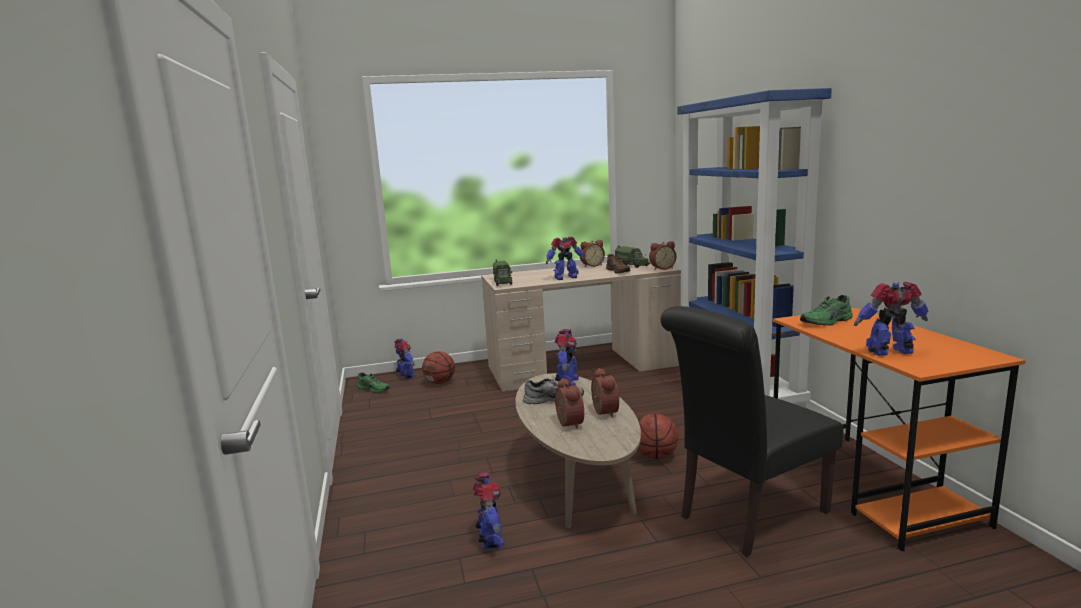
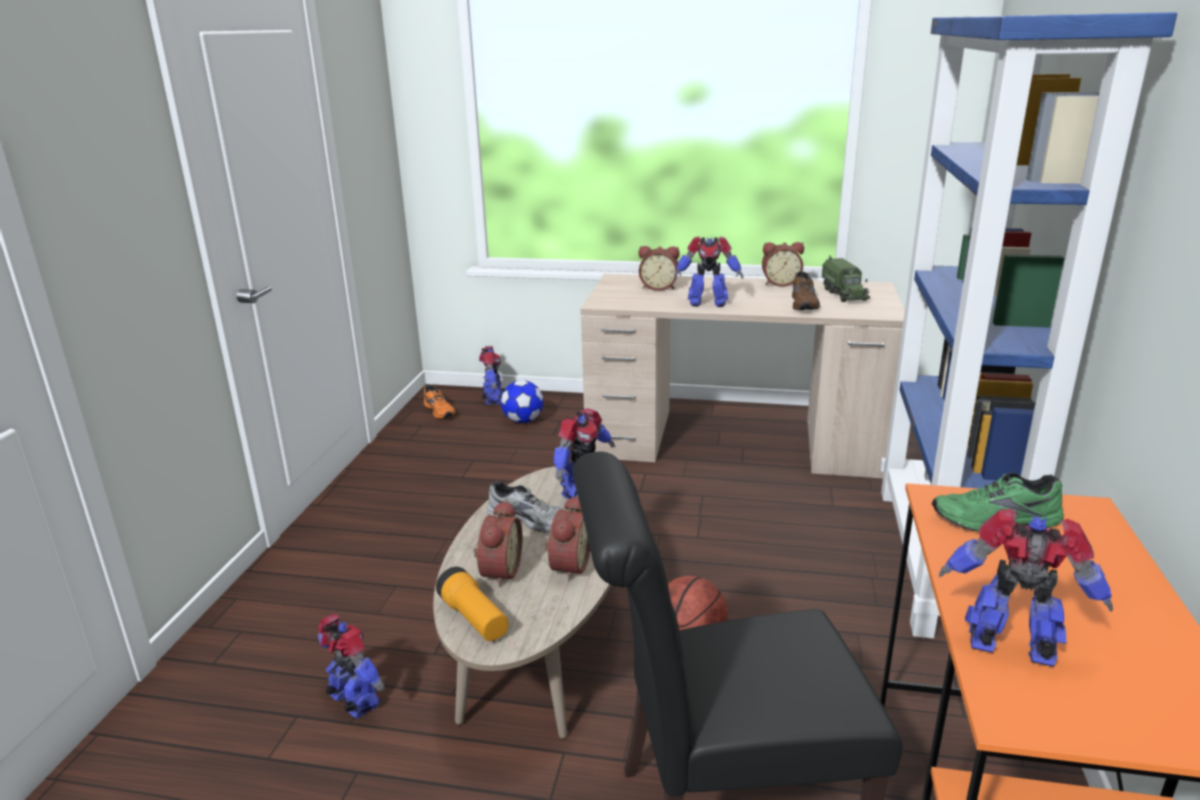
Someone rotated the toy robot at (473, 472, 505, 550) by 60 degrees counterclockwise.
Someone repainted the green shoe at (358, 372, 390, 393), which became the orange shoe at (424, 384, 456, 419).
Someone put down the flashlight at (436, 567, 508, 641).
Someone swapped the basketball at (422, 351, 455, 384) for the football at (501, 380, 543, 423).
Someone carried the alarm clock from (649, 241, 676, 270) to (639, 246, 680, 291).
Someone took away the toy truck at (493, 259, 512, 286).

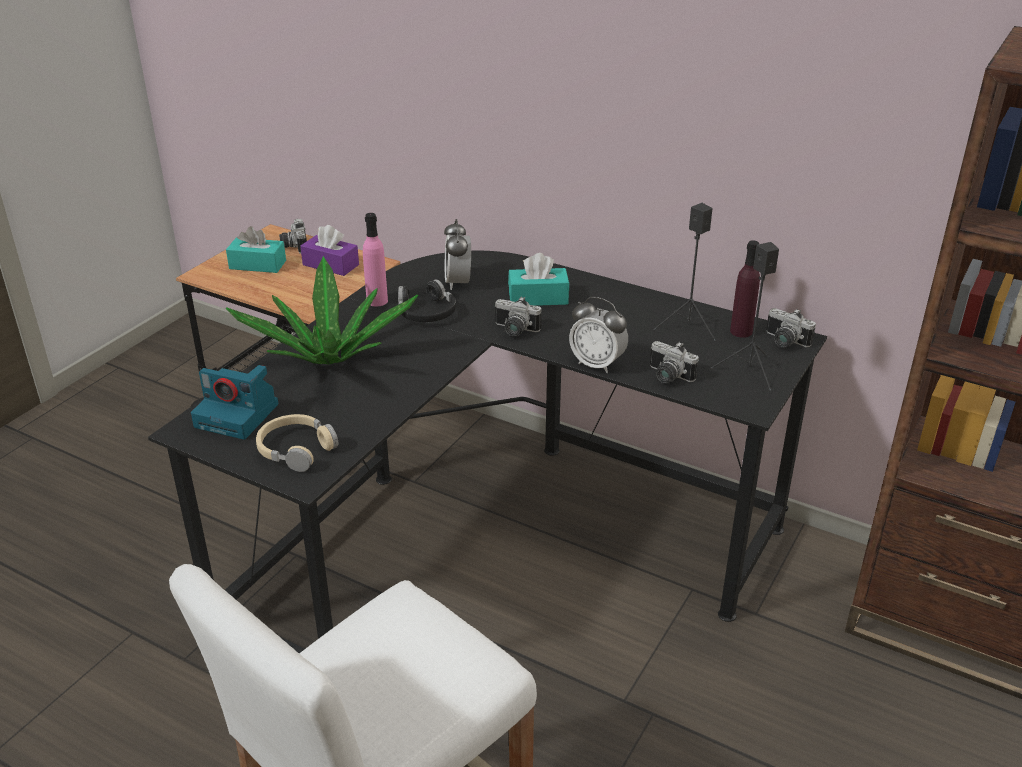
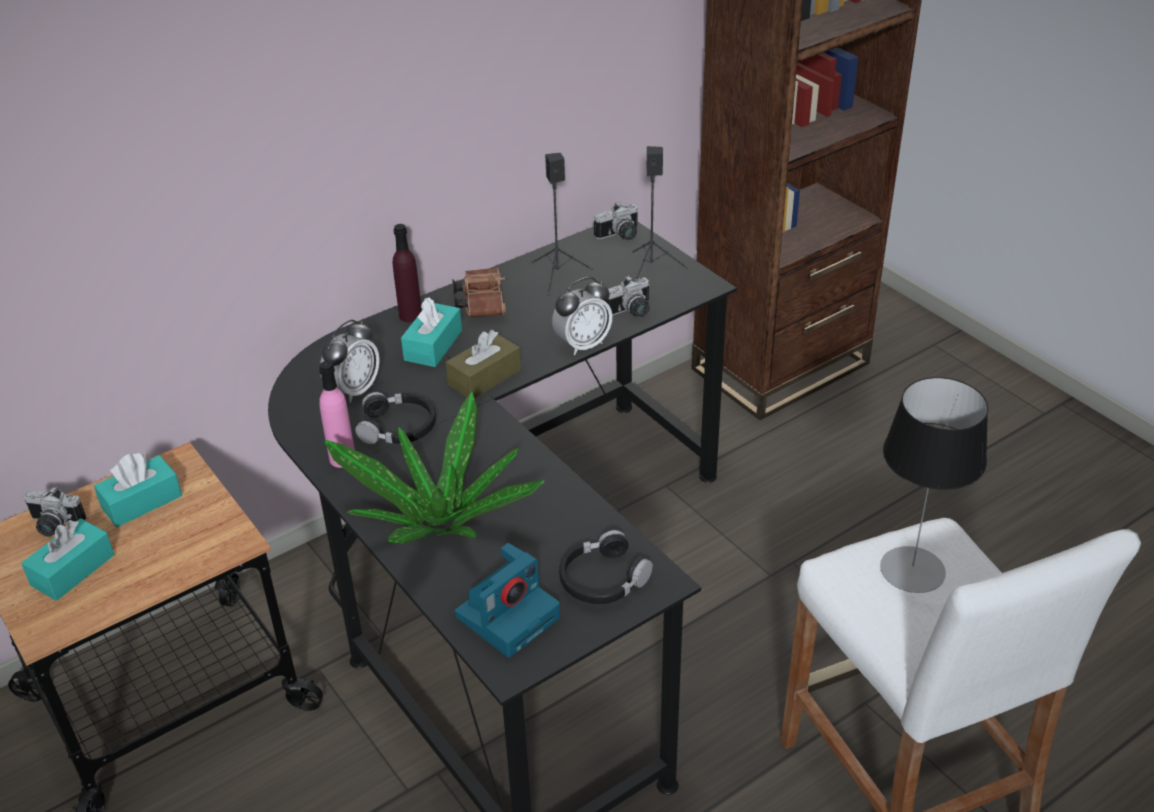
Someone repainted the purple tissue box at (300, 225, 359, 276), which became the turquoise tissue box at (94, 453, 182, 527).
Someone rotated the alarm clock at (444, 219, 471, 290) by 75 degrees counterclockwise.
Someone carried the purple bottle from (730, 240, 760, 338) to (393, 224, 422, 322).
Someone swapped the photo camera at (495, 296, 542, 336) for the brown tissue box at (446, 330, 521, 398).
Someone put down the brown binoculars at (452, 267, 506, 317).
Someone repainted the beige headphones at (256, 414, 338, 472), which became the black headphones at (559, 530, 653, 604).
Someone put down the table lamp at (880, 377, 988, 593).

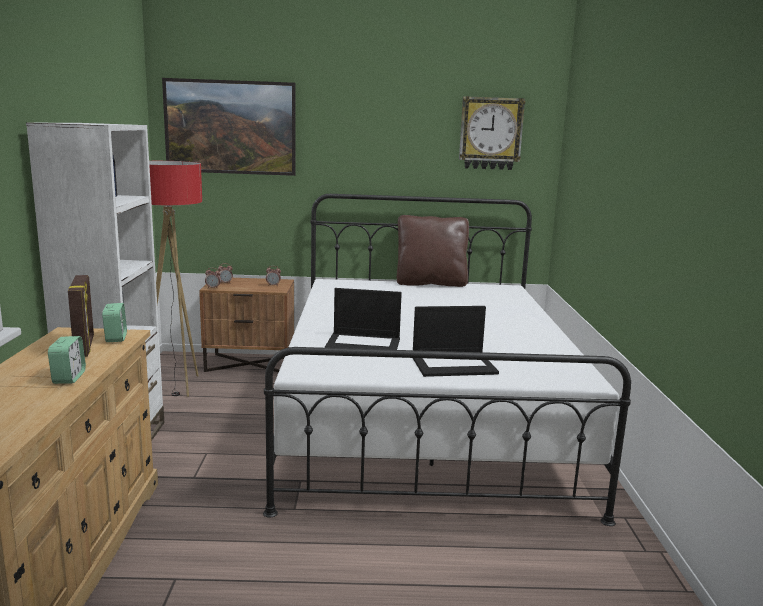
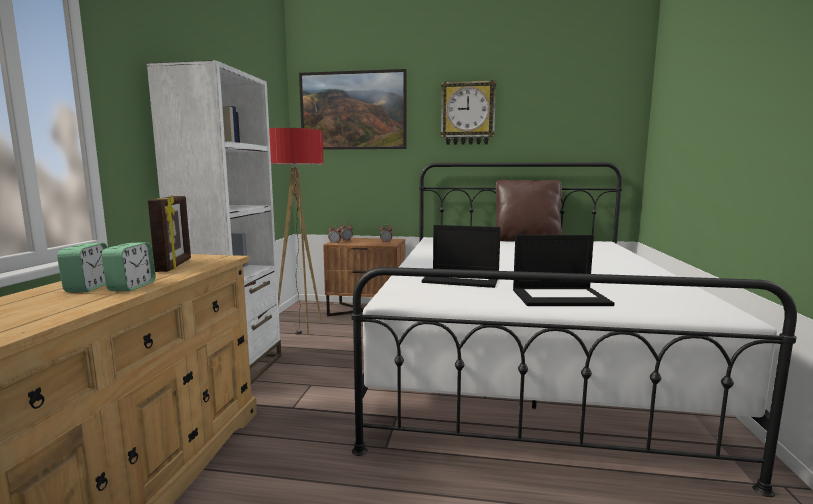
Someone carried the alarm clock from (102, 303, 127, 342) to (57, 243, 108, 292).
Someone carried the wall clock from (459, 96, 526, 170) to (441, 80, 496, 145).

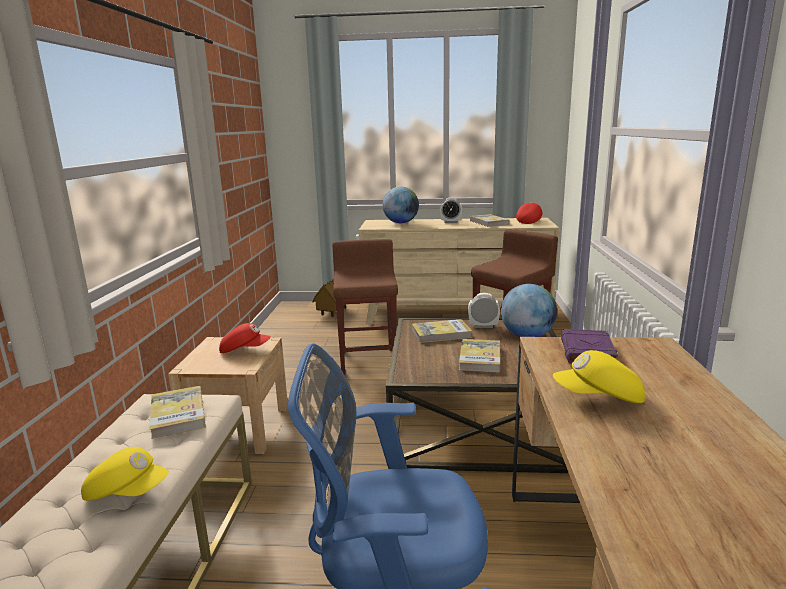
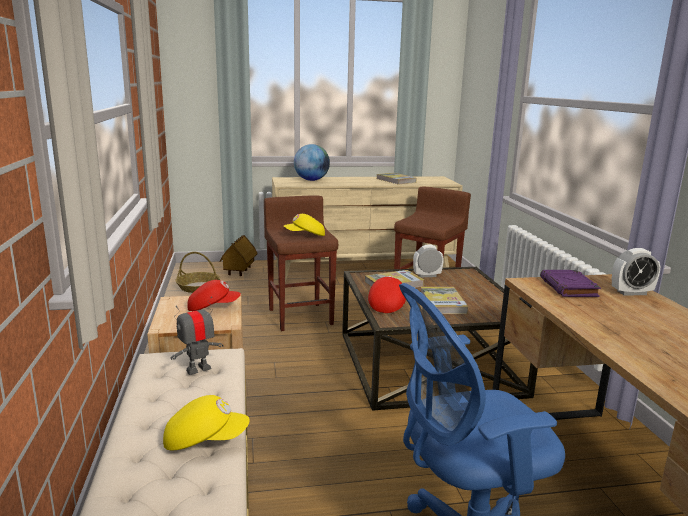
Someone swapped the book at (150, 386, 206, 439) for the toy robot at (171, 297, 224, 375).
Someone put down the basket at (175, 252, 220, 293).
Someone carried the yellow cap from (553, 350, 645, 403) to (284, 214, 325, 236).
Someone carried the red cap from (516, 202, 543, 224) to (368, 276, 406, 313).
Someone carried the alarm clock from (440, 198, 462, 223) to (612, 248, 660, 295).
Someone took away the globe at (501, 284, 557, 337).

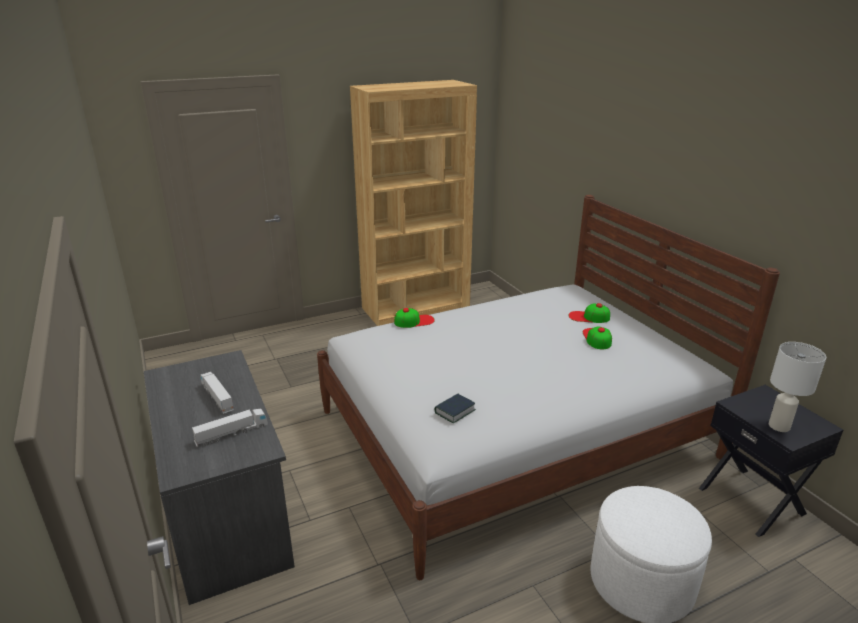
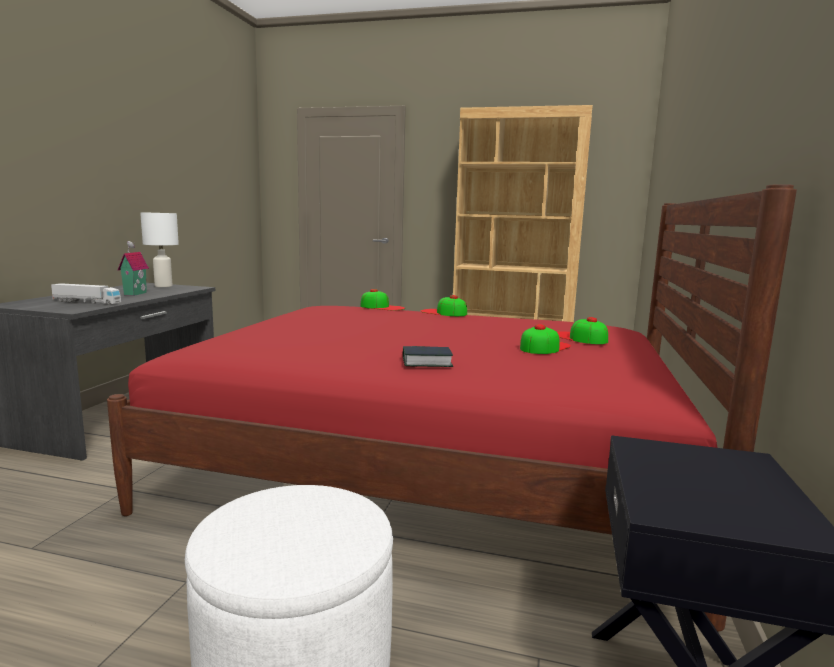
Someone repainted the white bed at (317, 195, 780, 580), which became the red bed at (107, 184, 797, 632).
Someone swapped the toy truck at (200, 372, 234, 414) for the toy house at (118, 241, 149, 296).
Someone carried the white table lamp from (769, 342, 826, 432) to (140, 212, 179, 287).
Someone carried the book from (435, 394, 476, 423) to (403, 346, 453, 367).
Someone put down the cap at (421, 295, 467, 316).

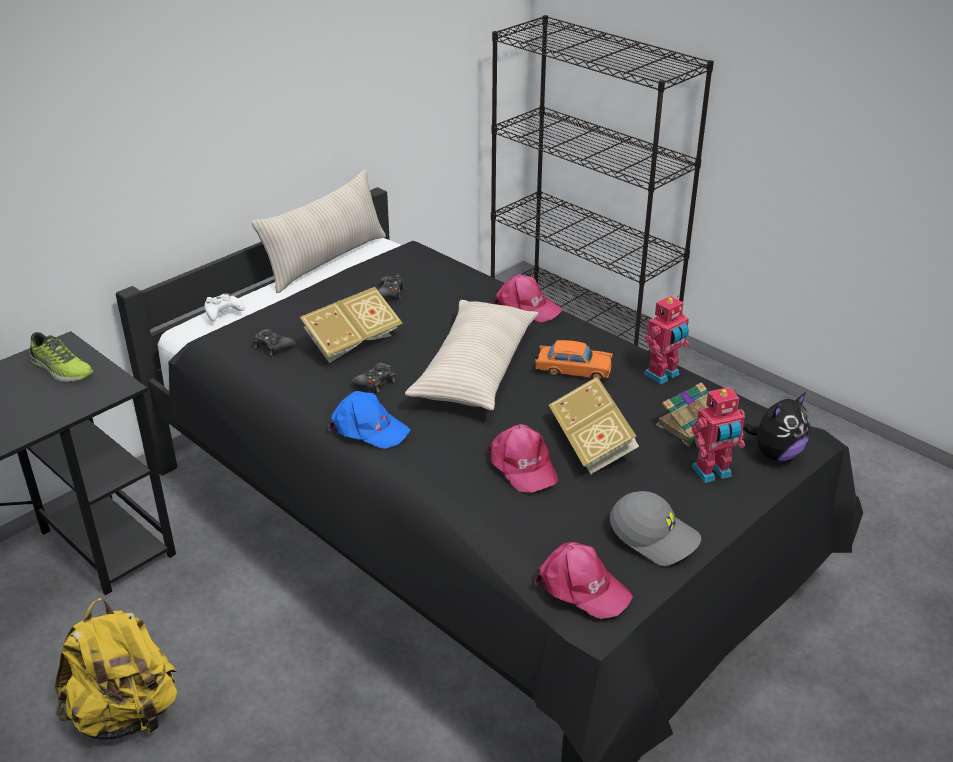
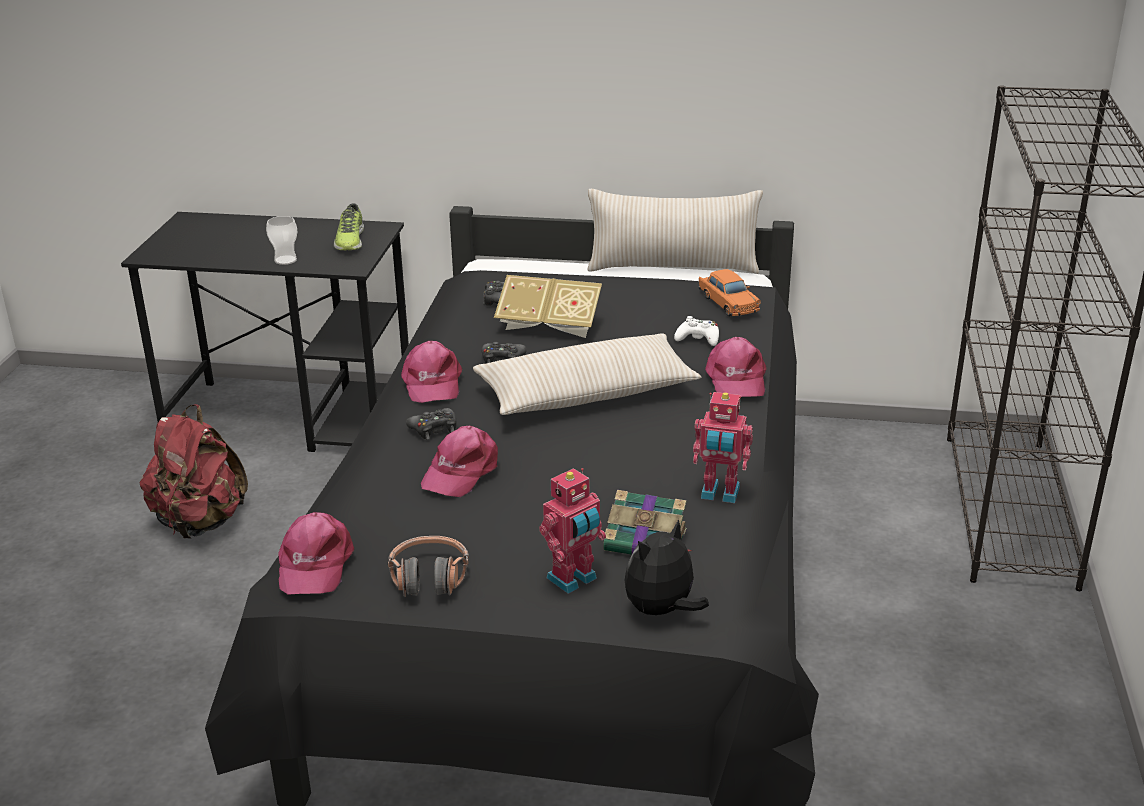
Someone repainted the yellow backpack at (55, 598, 177, 739), which became the red backpack at (139, 404, 248, 539).
Someone put down the cup at (266, 216, 297, 265).
Someone swapped the grey cap at (610, 491, 701, 566) for the headphones at (388, 536, 469, 597).
Someone repainted the blue cap at (328, 391, 411, 449), which became the pink cap at (401, 341, 462, 403).
Someone carried the black game controller from (378, 275, 405, 300) to (406, 408, 456, 439).
Someone rotated the toy robot at (692, 387, 745, 483) by 75 degrees counterclockwise.
Someone rotated the plush toy at (743, 392, 810, 461) by 120 degrees clockwise.
Someone carried the white game controller from (204, 293, 245, 321) to (674, 316, 719, 346).
Someone carried the orange toy car from (535, 340, 613, 381) to (698, 269, 761, 317).
Someone took away the book at (549, 377, 639, 474).

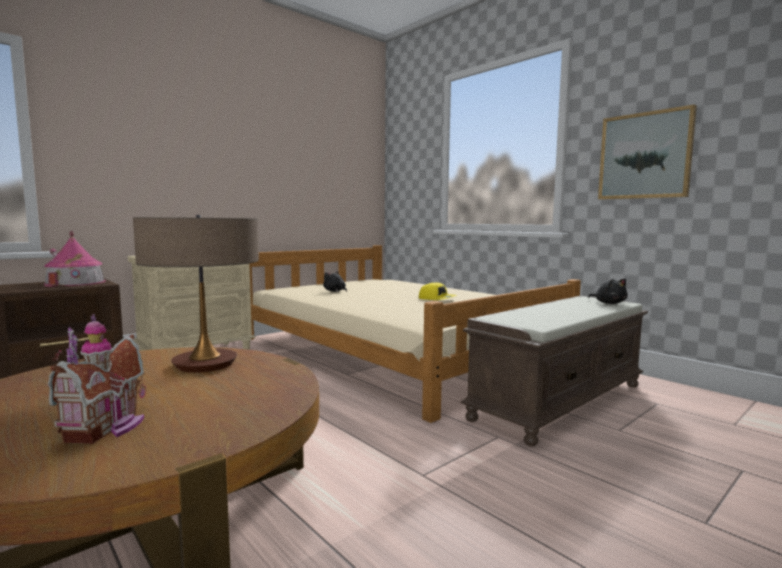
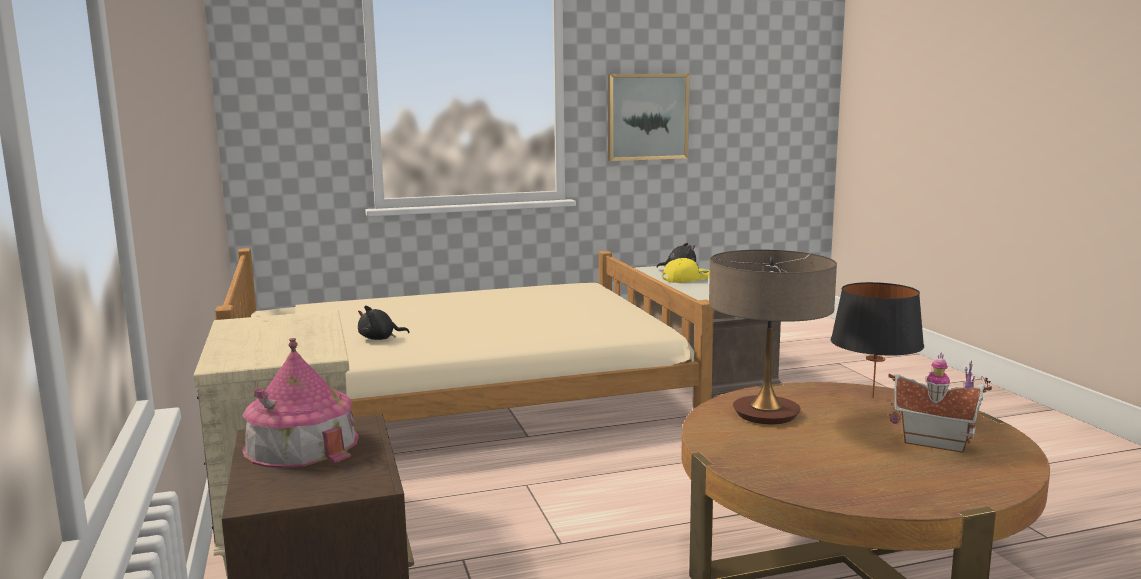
Someone carried the yellow cap from (419, 282, 457, 300) to (662, 258, 710, 283).
Someone put down the black table lamp at (831, 282, 924, 398).

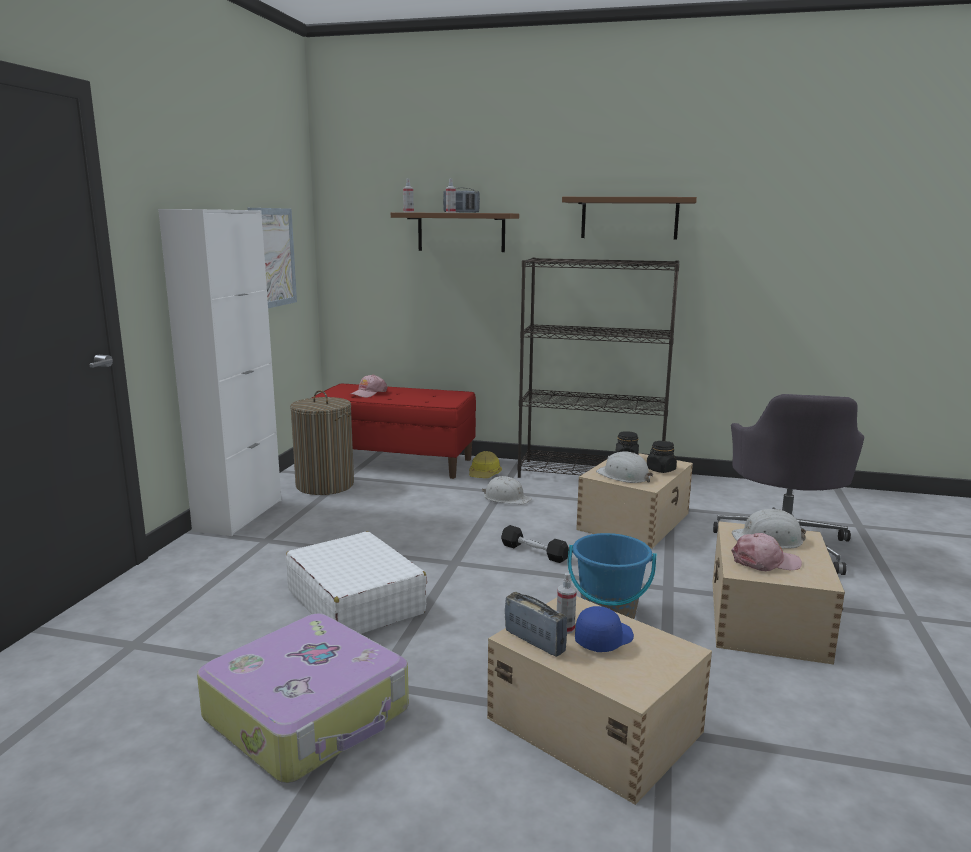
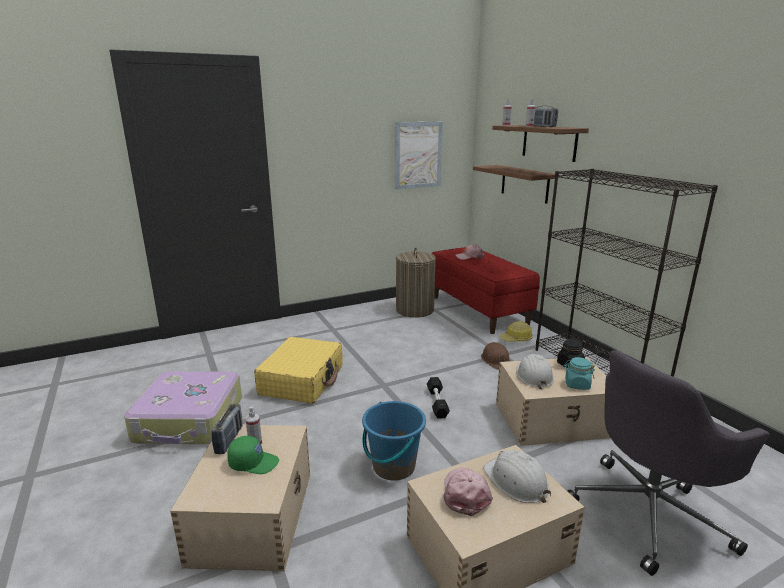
Someone repainted the blue cap at (575, 606, 634, 652), which became the green cap at (227, 436, 279, 474).
Someone repainted the white suitcase at (286, 531, 427, 634), which became the yellow suitcase at (254, 337, 343, 404).
Someone rotated the pink cap at (731, 533, 802, 571) by 135 degrees counterclockwise.
Someone carried the brown shelf from (562, 197, 697, 240) to (473, 165, 559, 204).
Someone repainted the white hard hat at (482, 476, 532, 504), which became the brown hard hat at (481, 342, 510, 370).
Someone repainted the black jar at (647, 441, 677, 473), which became the turquoise jar at (564, 357, 595, 390).
Someone took away the white cabinet at (158, 209, 281, 536).

